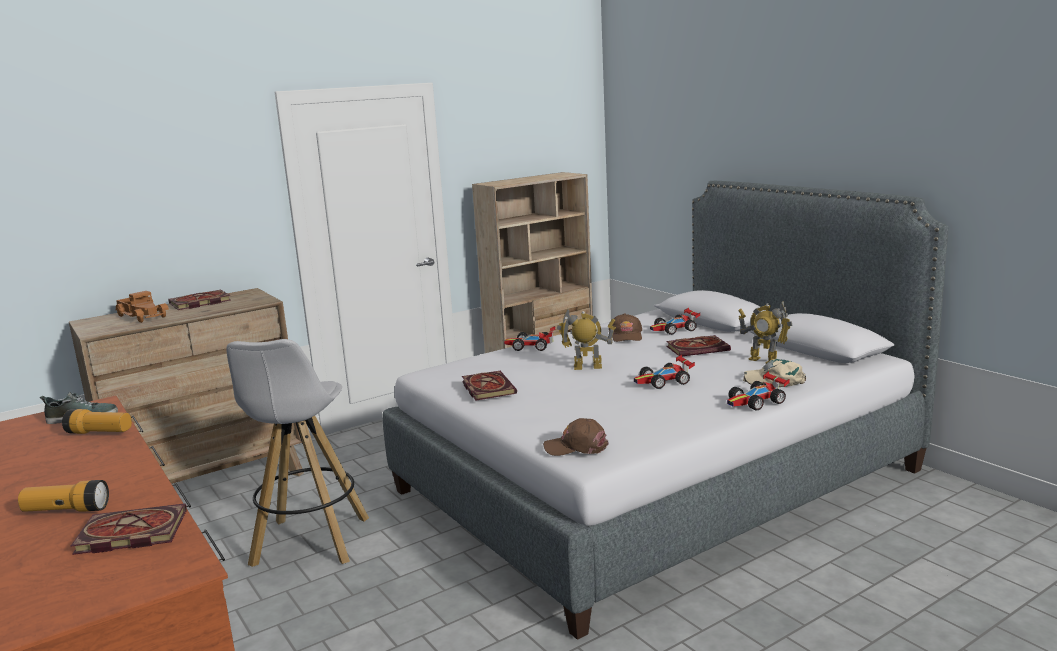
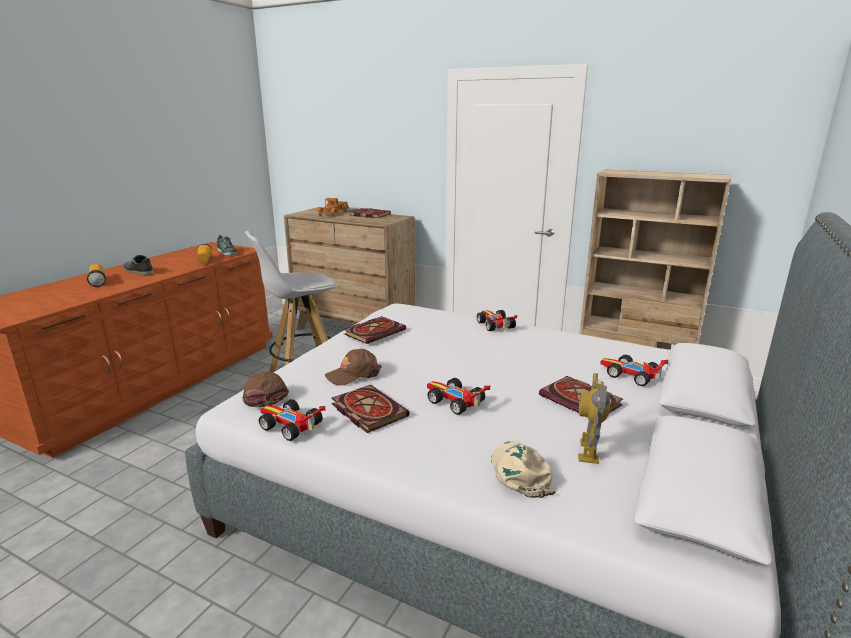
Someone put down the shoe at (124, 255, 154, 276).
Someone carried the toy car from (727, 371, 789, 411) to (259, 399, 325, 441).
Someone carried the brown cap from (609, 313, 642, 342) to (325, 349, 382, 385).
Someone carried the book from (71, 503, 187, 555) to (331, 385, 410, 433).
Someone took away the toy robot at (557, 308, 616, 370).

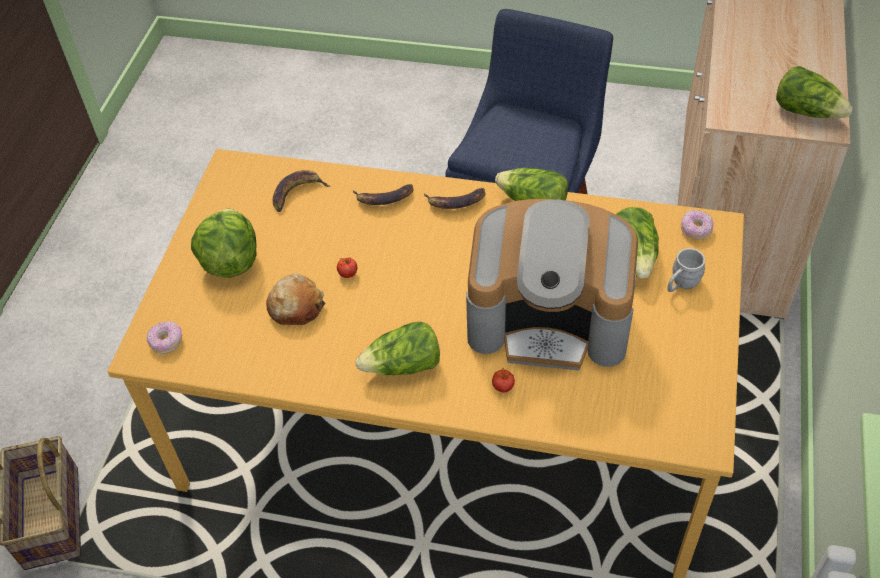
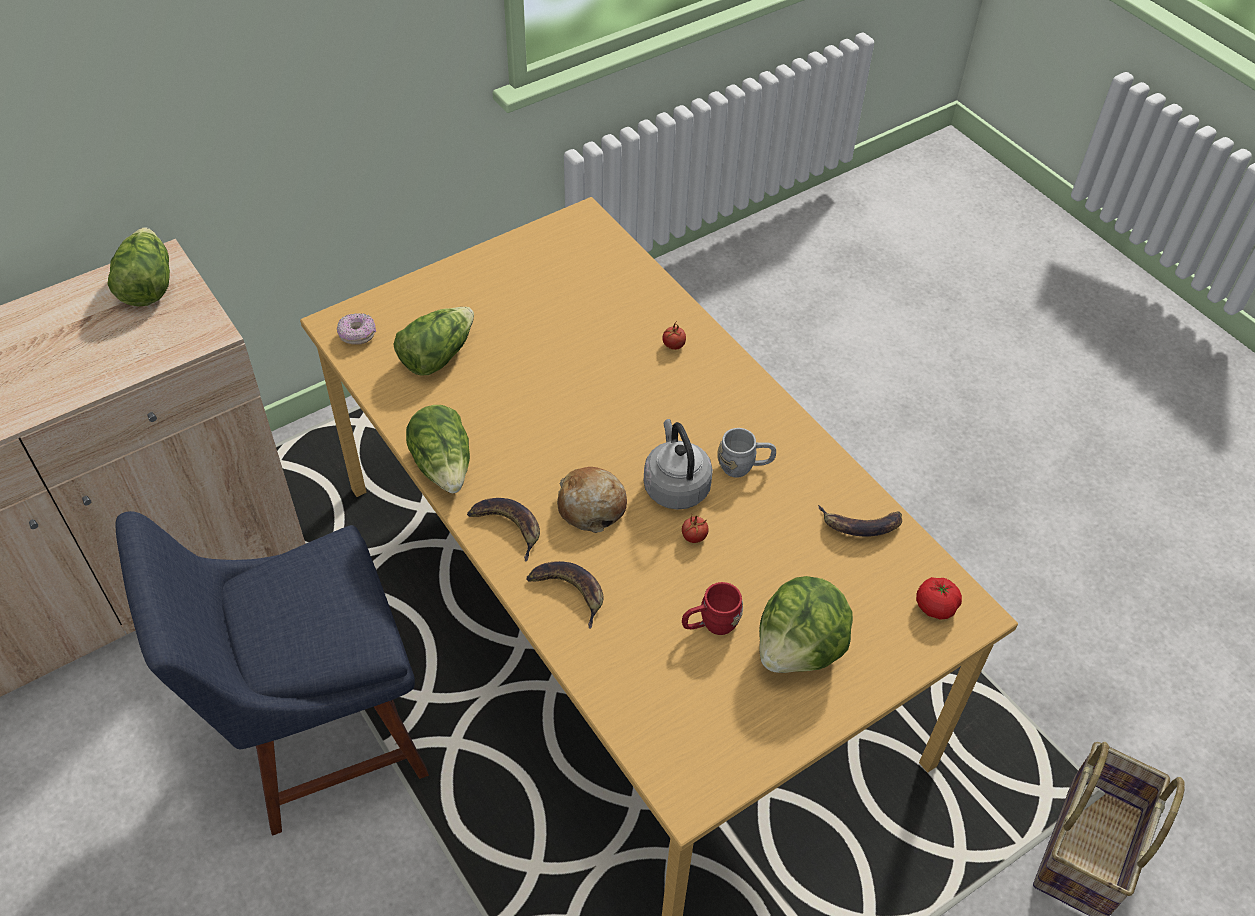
Someone carried the bread from (266, 274, 326, 325) to (557, 467, 627, 533).
Someone put down the grey kettle at (644, 419, 713, 510).
Someone put down the red mug at (682, 582, 743, 635).
Someone carried the grey mug from (667, 248, 705, 292) to (717, 428, 776, 478).
Someone carried the banana from (273, 170, 330, 212) to (818, 505, 902, 537).
Someone swapped the donut at (147, 321, 182, 354) for the tomato at (916, 577, 962, 620).
Someone took away the lettuce at (356, 322, 440, 375).
Someone took away the coffee machine at (466, 199, 638, 370).

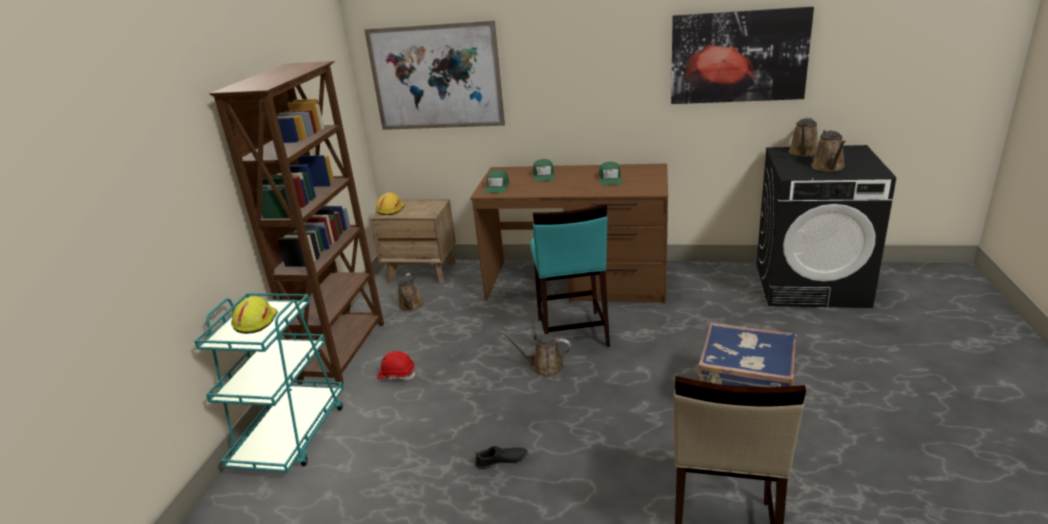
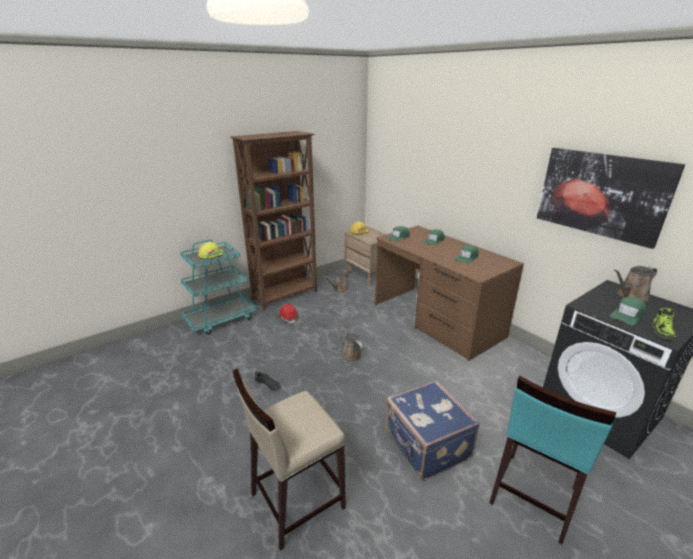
Someone carried the turquoise stool from (530, 204, 610, 347) to (490, 376, 616, 544).
Someone swapped the brown watering can at (811, 130, 846, 171) for the green cap at (610, 297, 646, 325).
Someone put down the shoe at (652, 308, 677, 340).
Someone took away the picture at (364, 21, 505, 130).

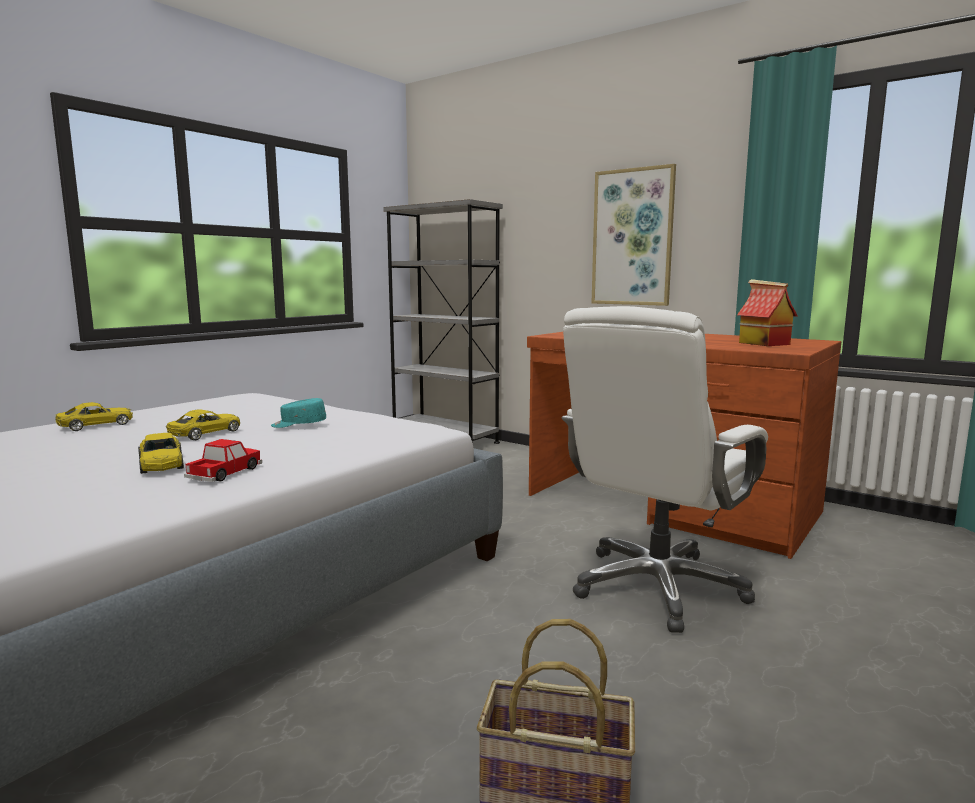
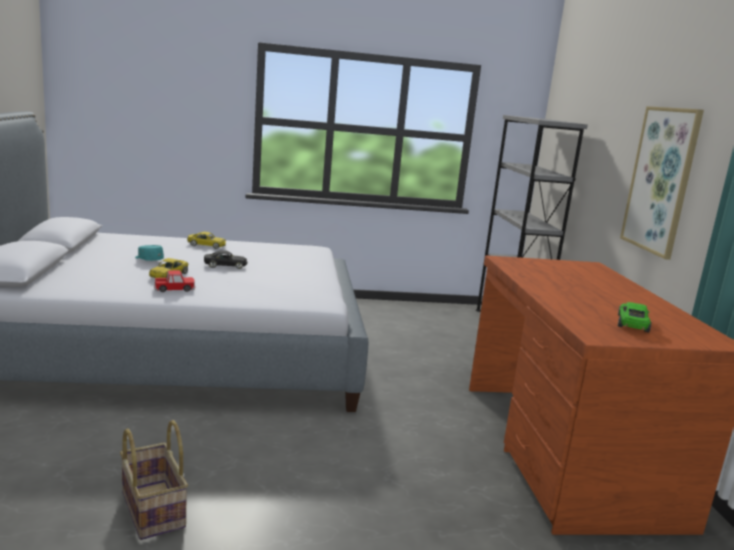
Someone carried the turquoise cap from (271, 398, 326, 428) to (135, 245, 164, 261).
Someone repainted the yellow toy car at (166, 409, 240, 440), which became the black toy car at (204, 250, 248, 269).
Someone swapped the toy house at (737, 279, 797, 346) for the green toy car at (618, 302, 651, 332).
Someone took away the white office chair at (561, 306, 768, 633).

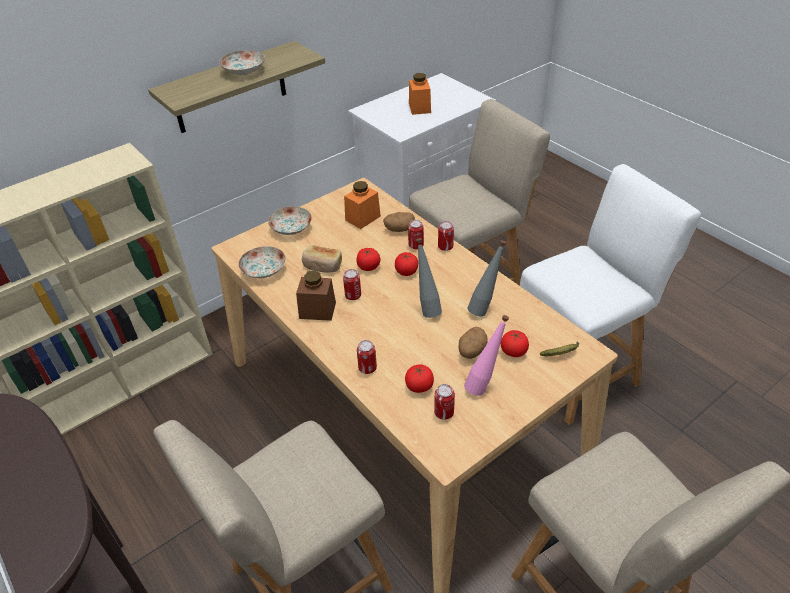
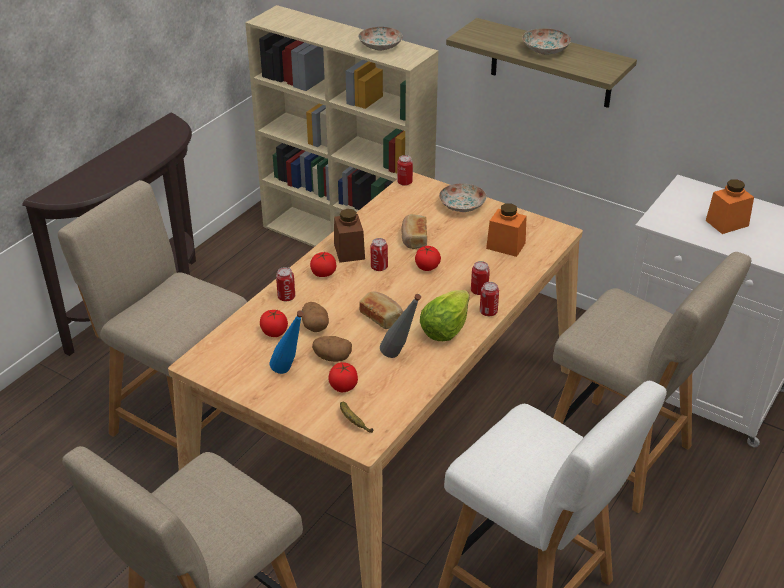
Someone repainted the pink bottle at (464, 315, 509, 396), which became the blue bottle at (270, 310, 304, 374).
Someone carried the potato from (383, 212, 415, 232) to (302, 302, 329, 332).
Someone carried the tomato from (395, 252, 418, 276) to (310, 252, 336, 277).
Someone carried the plate from (239, 246, 286, 278) to (358, 27, 403, 50).
Someone swapped the grey bottle at (416, 238, 442, 318) for the bread at (359, 291, 403, 329).
Someone carried the can from (434, 384, 455, 420) to (397, 155, 413, 186).
Someone put down the lettuce at (420, 290, 470, 341).

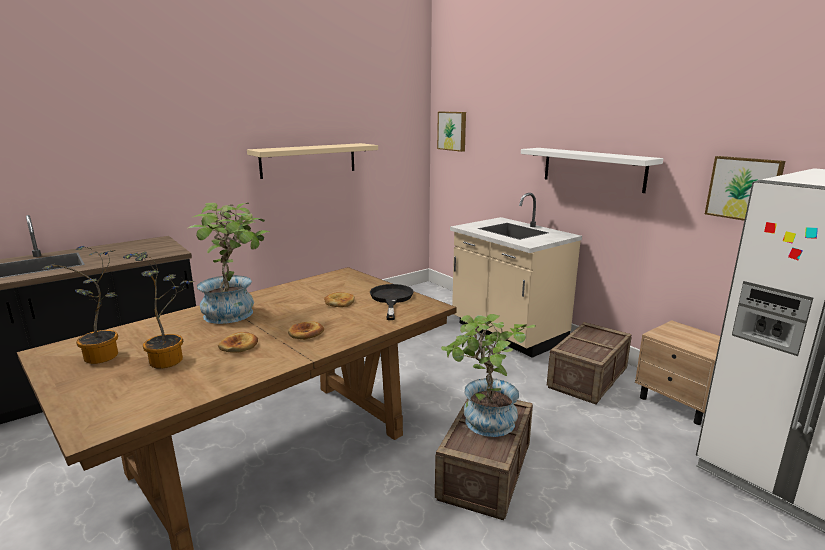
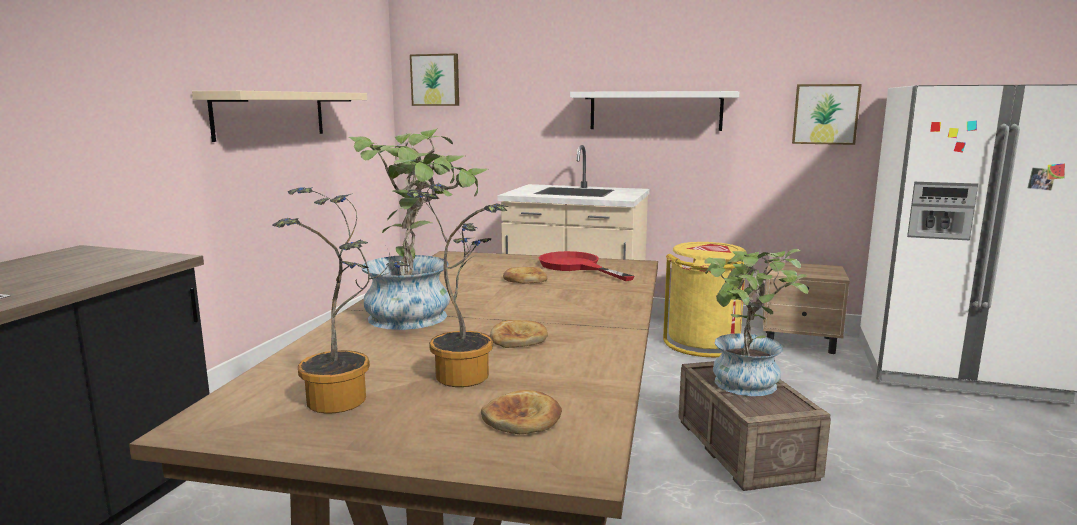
Someone carried the bread from (288, 321, 324, 340) to (481, 390, 562, 434).
Someone repainted the black frying pan at (370, 284, 414, 320), which became the red frying pan at (539, 251, 635, 281).
Someone swapped the crate at (547, 322, 632, 404) for the yellow trash can at (663, 242, 746, 357).

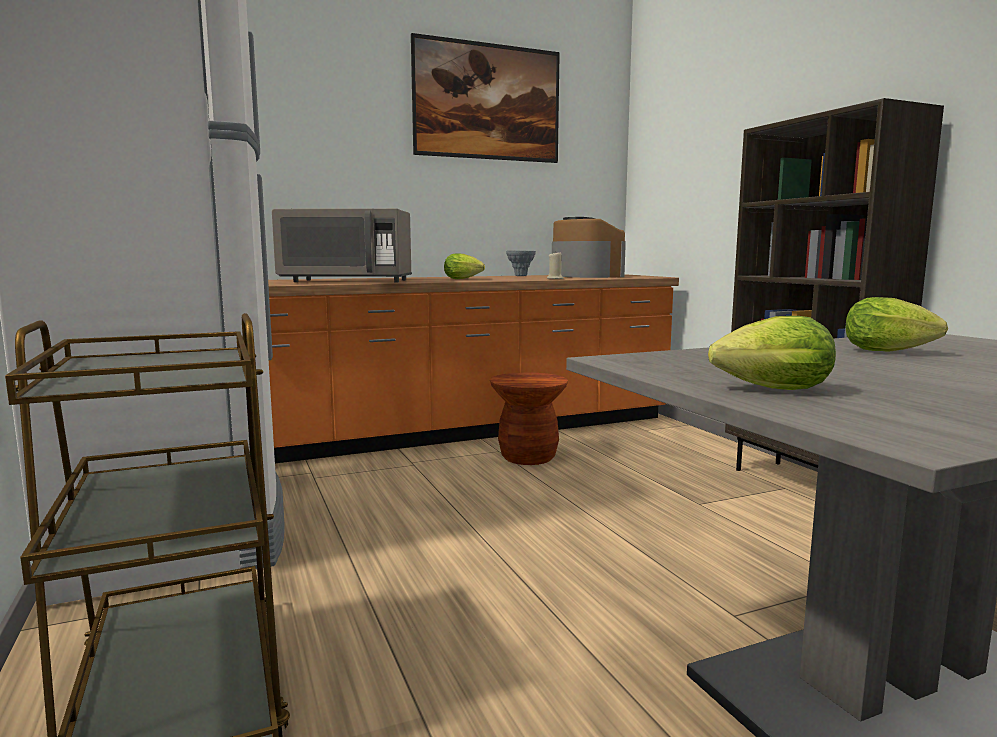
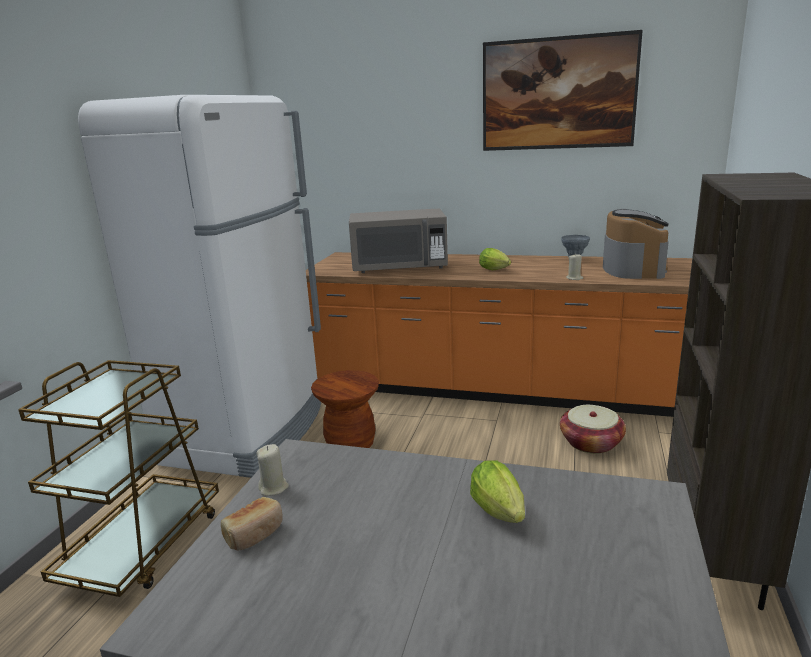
Someone swapped the lettuce at (708, 316, 836, 390) for the bread at (221, 497, 283, 550).
Someone put down the beige candle at (256, 444, 289, 496).
Someone carried the brown stool from (490, 372, 568, 465) to (311, 370, 379, 448).
Someone rotated the grey microwave at (272, 208, 412, 282) by 45 degrees counterclockwise.
Someone put down the basket at (560, 405, 626, 454).

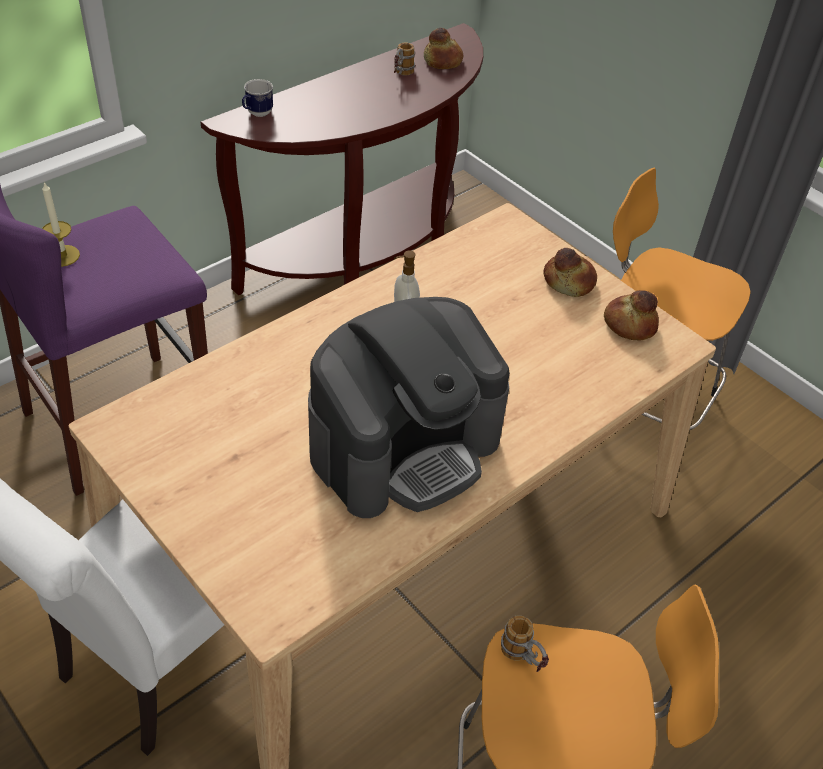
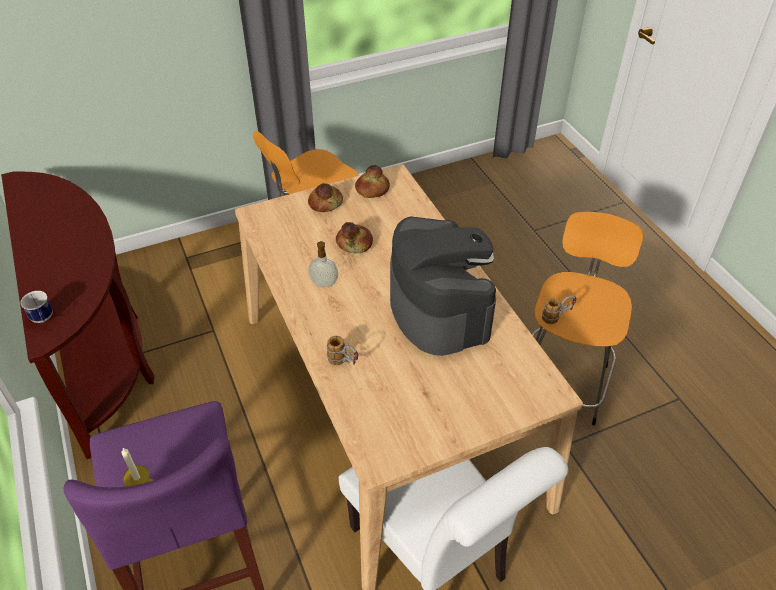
Someone carried the mug from (394, 42, 415, 75) to (327, 336, 358, 365).
Someone carried the bread from (424, 28, 463, 69) to (336, 222, 373, 253).

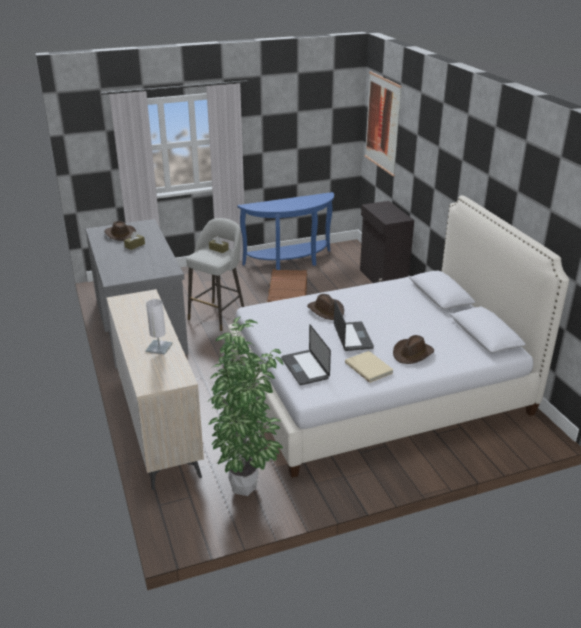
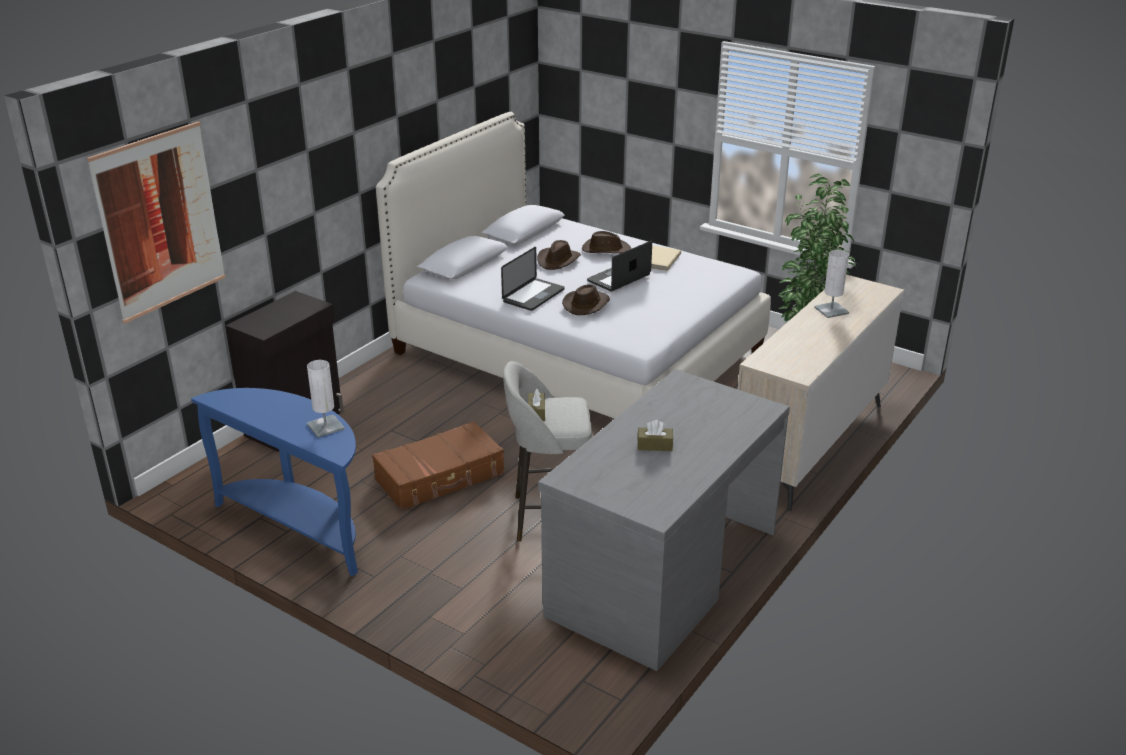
Someone put down the white table lamp at (307, 360, 345, 437).
Someone carried the laptop from (281, 325, 331, 385) to (501, 247, 565, 311).
Someone carried the brown hat from (104, 221, 136, 241) to (537, 240, 581, 270).

